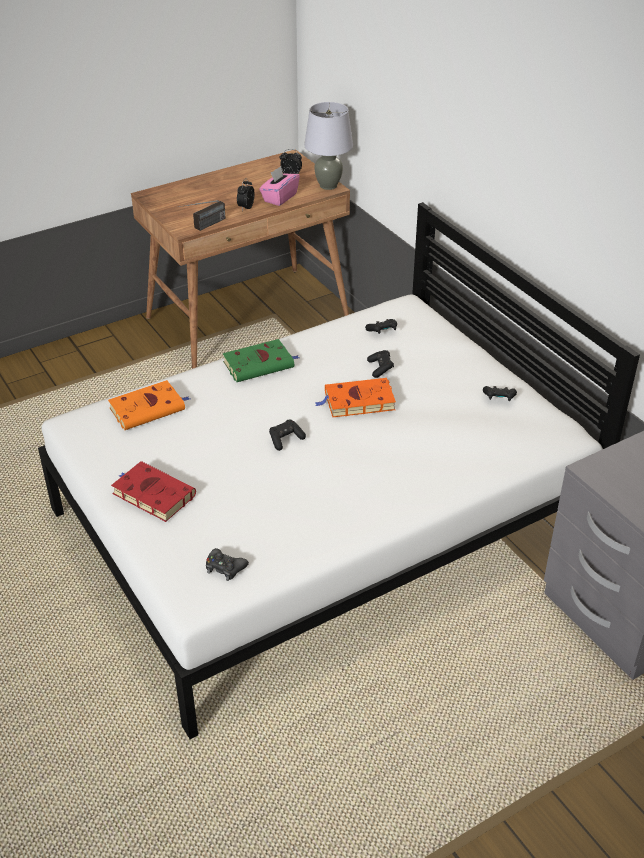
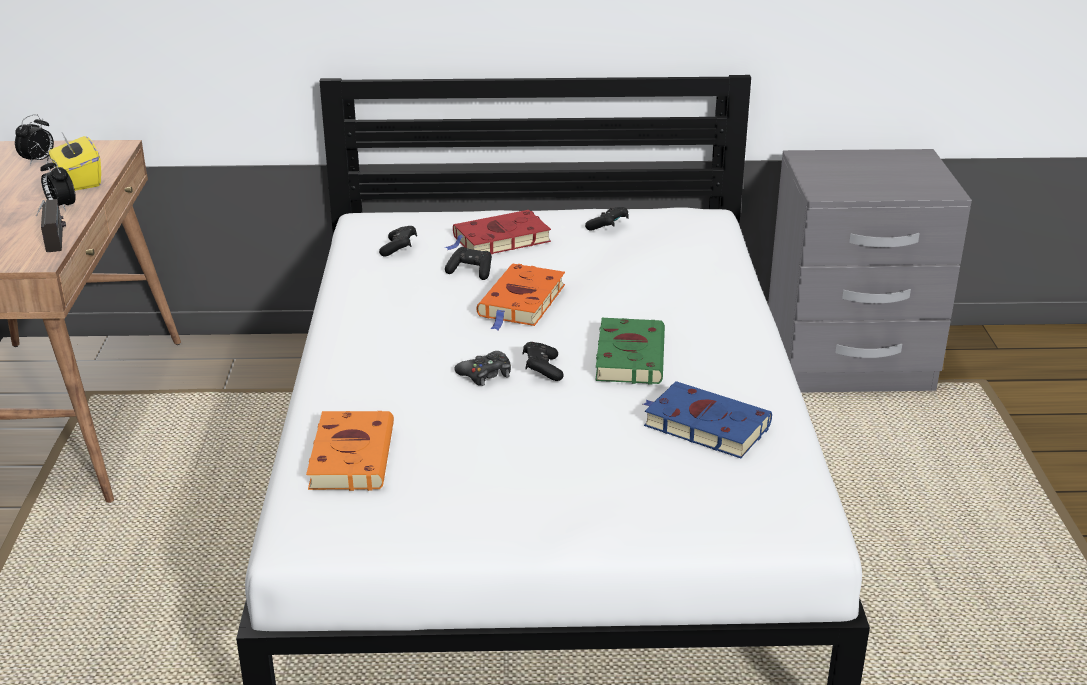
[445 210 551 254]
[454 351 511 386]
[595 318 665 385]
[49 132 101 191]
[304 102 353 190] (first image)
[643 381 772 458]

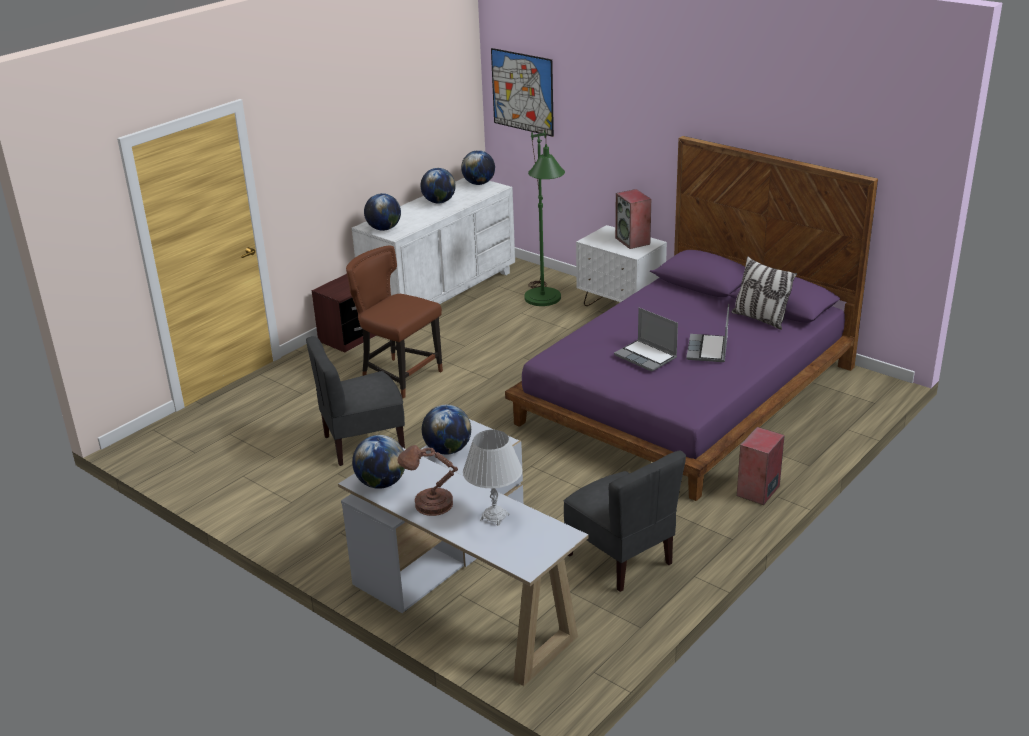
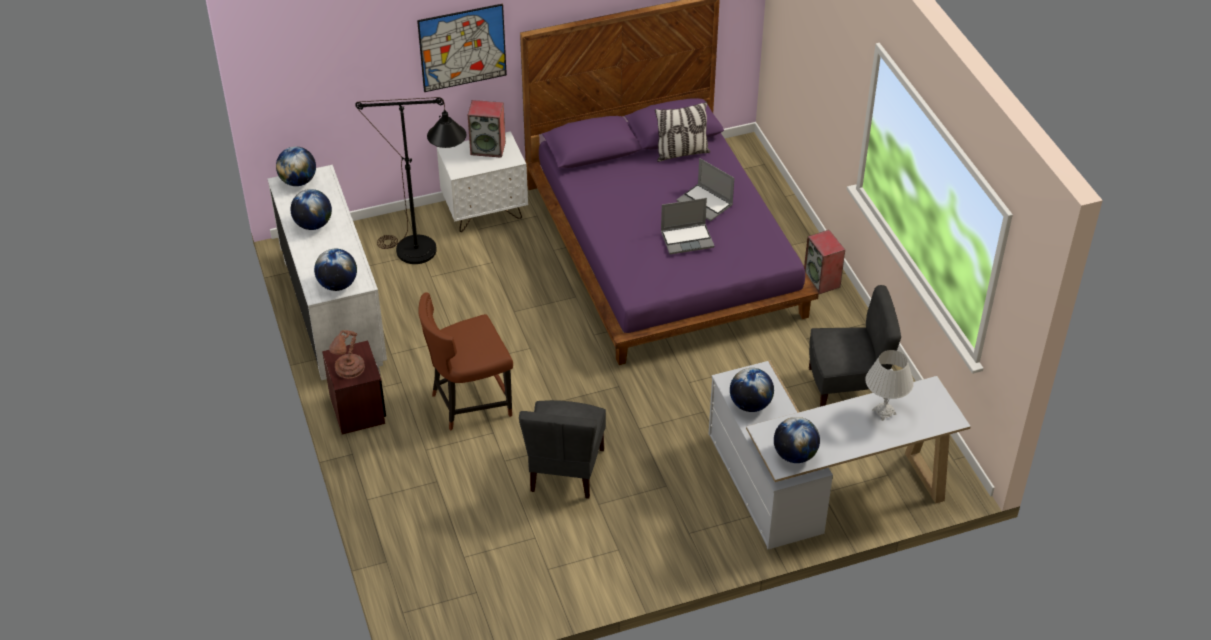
[329 330 365 379]
[417 4 507 92]
[355 97 466 264]

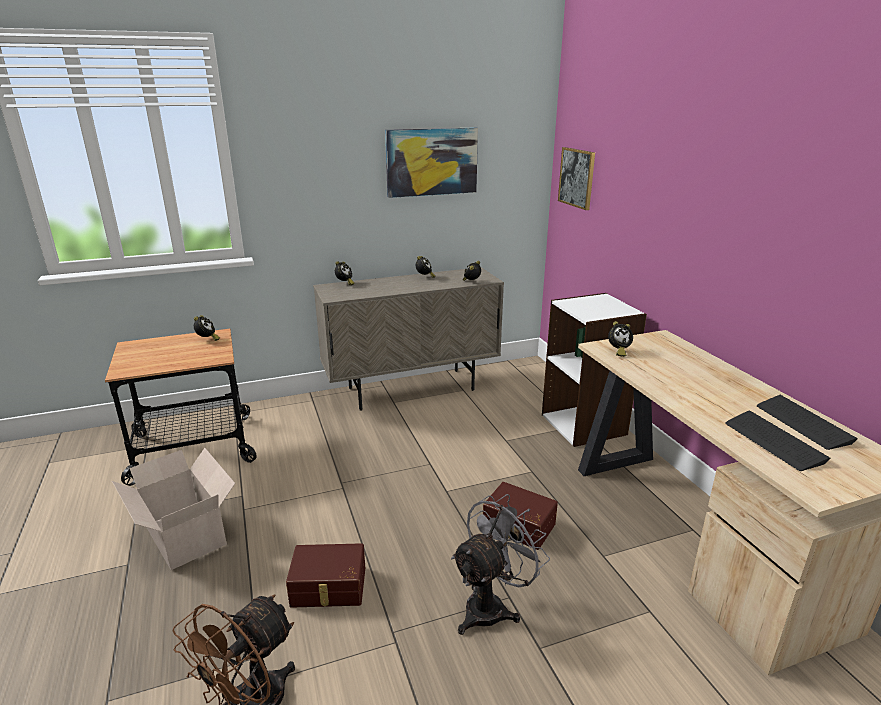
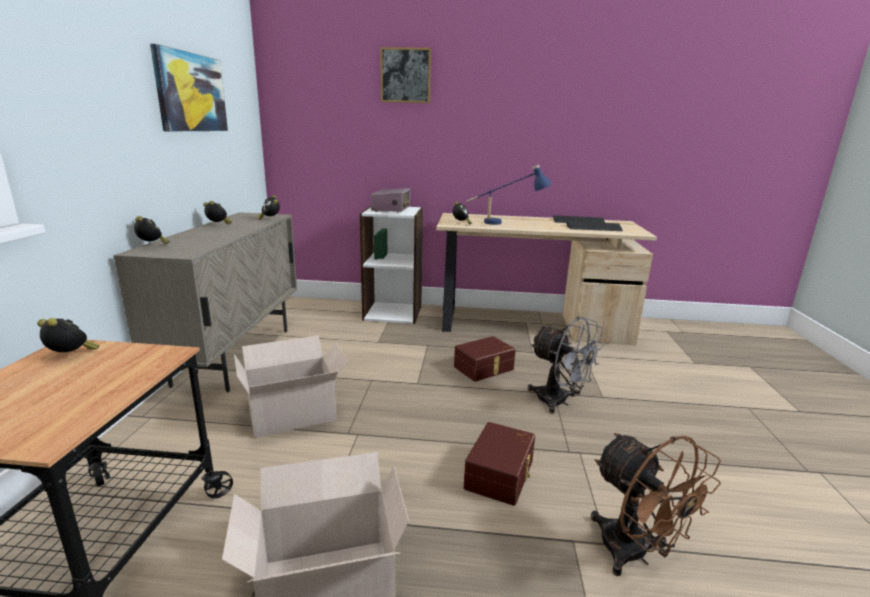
[527 317 604 414]
[380 47 431 103]
[234 335 348 438]
[371 188 411 212]
[467 165 552 225]

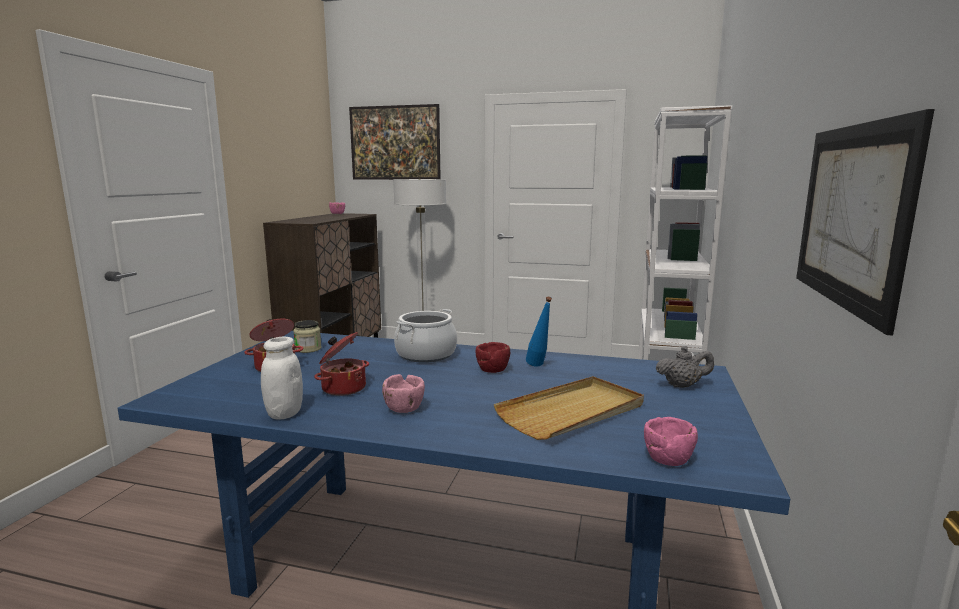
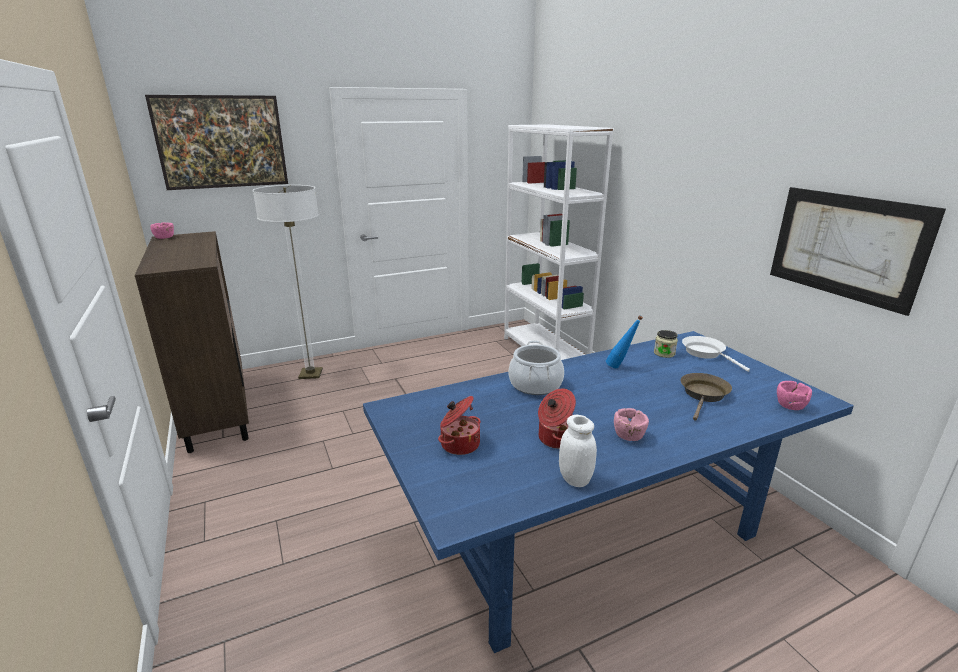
[654 330 678 358]
[476 342 510 373] (first image)
[681 373 732 421]
[682 336 750 372]

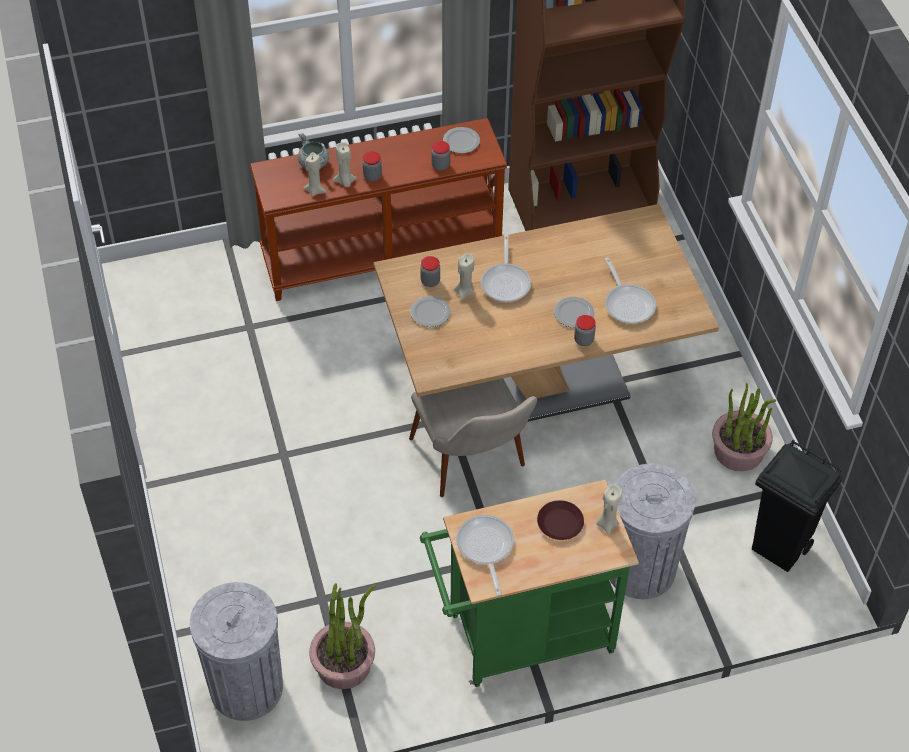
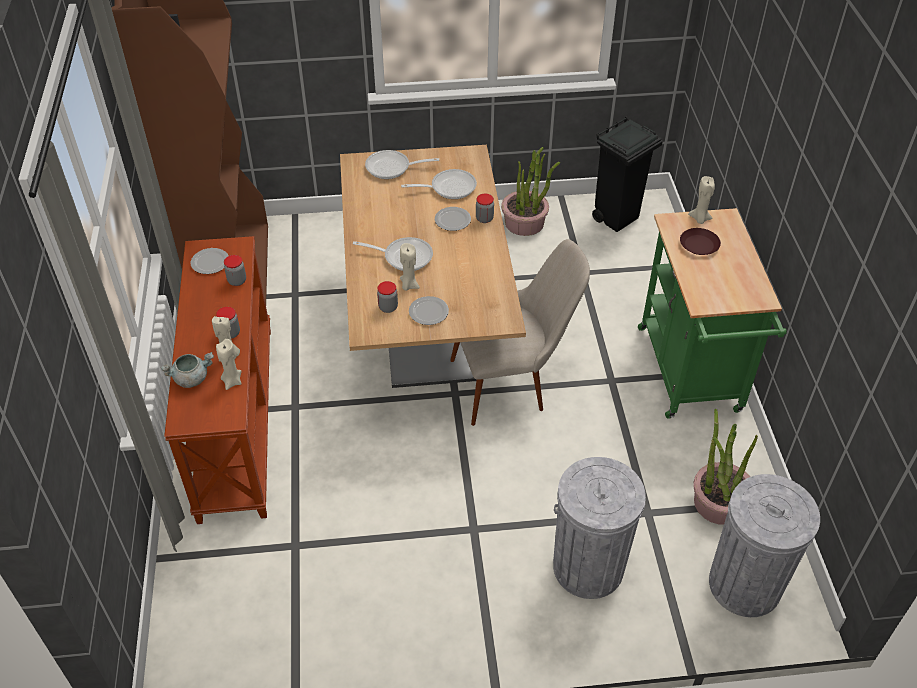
[365 150 439 179]
[553 457 646 599]

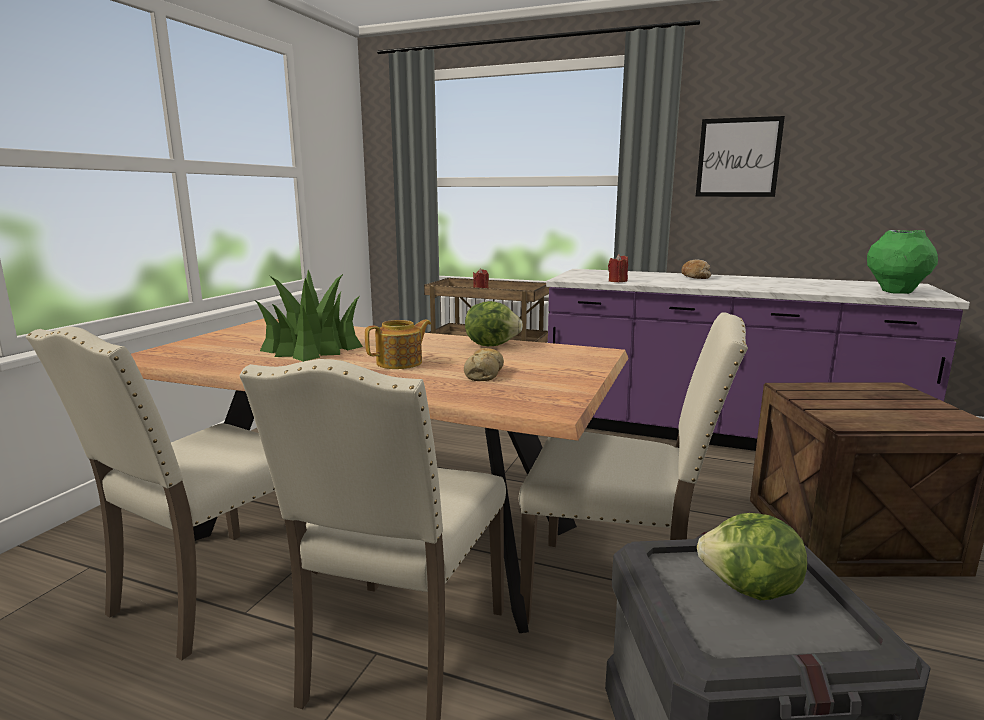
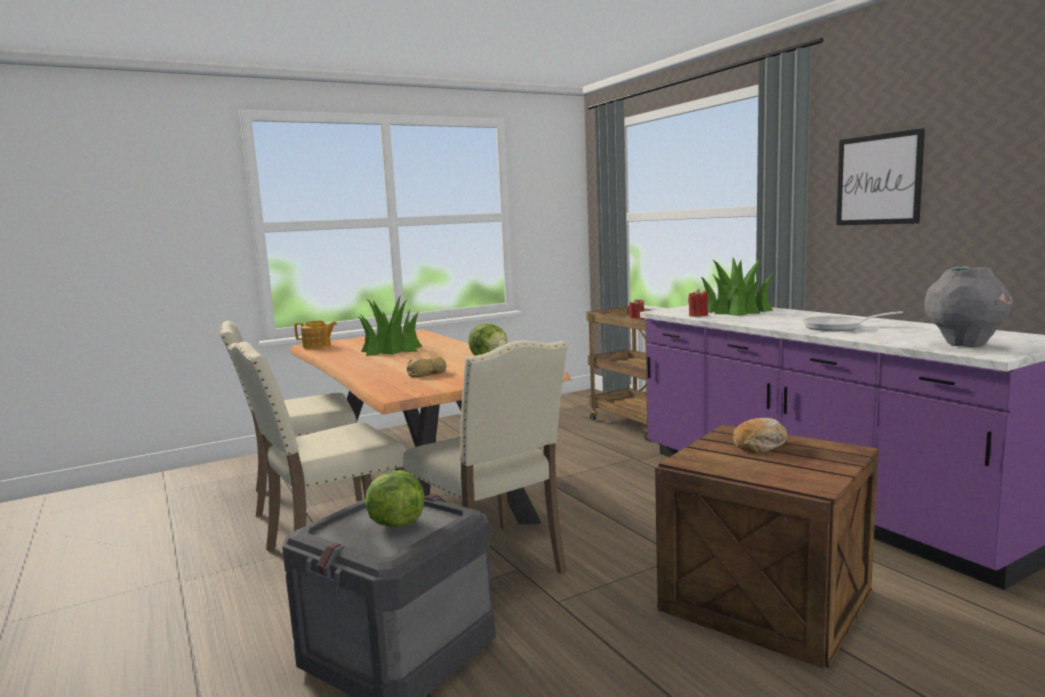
[294 321 337 349]
[733 418 787 453]
[924 267 1013 347]
[700 258 773 316]
[802 311 903 331]

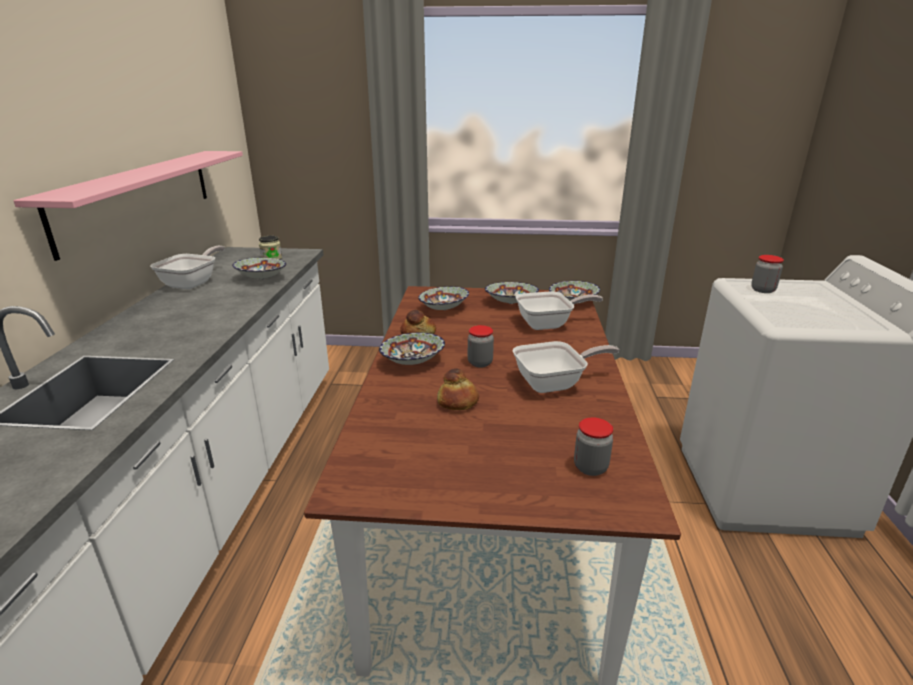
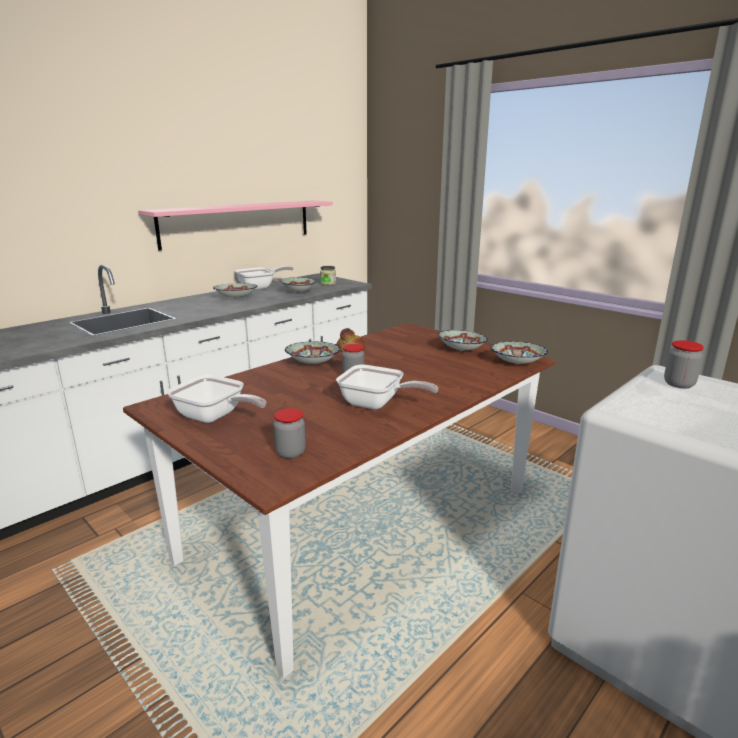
[213 283 257 299]
[437 368 479 410] (first image)
[167 375 266 423]

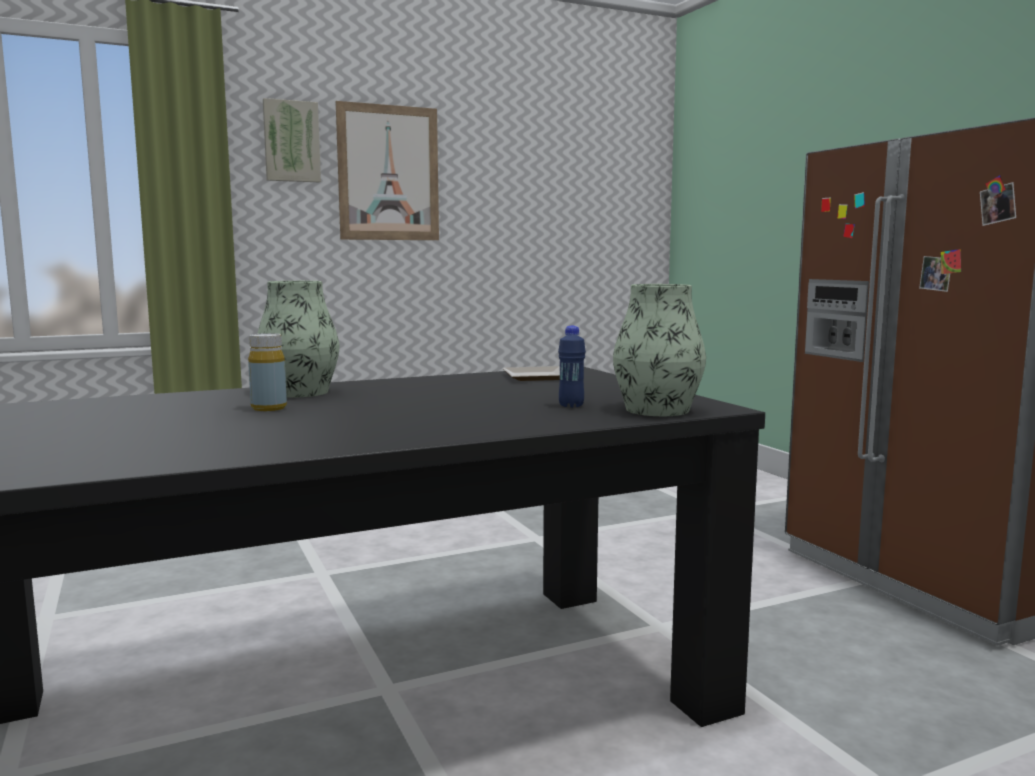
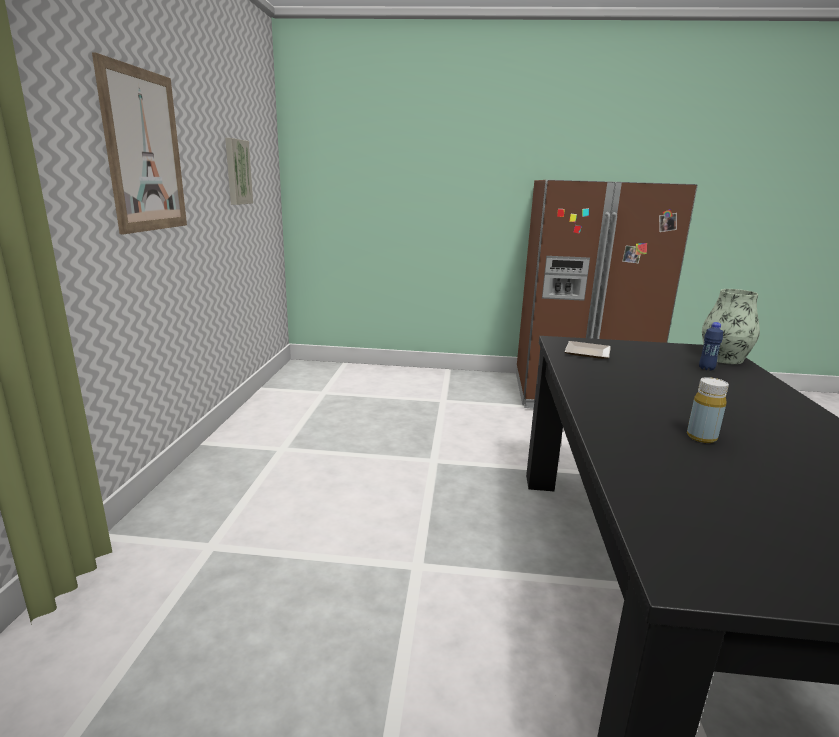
[257 281 339 397] (first image)
[225 138 253 205]

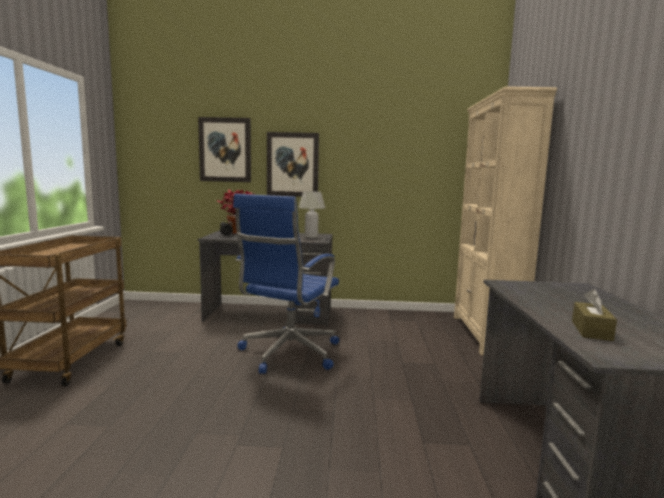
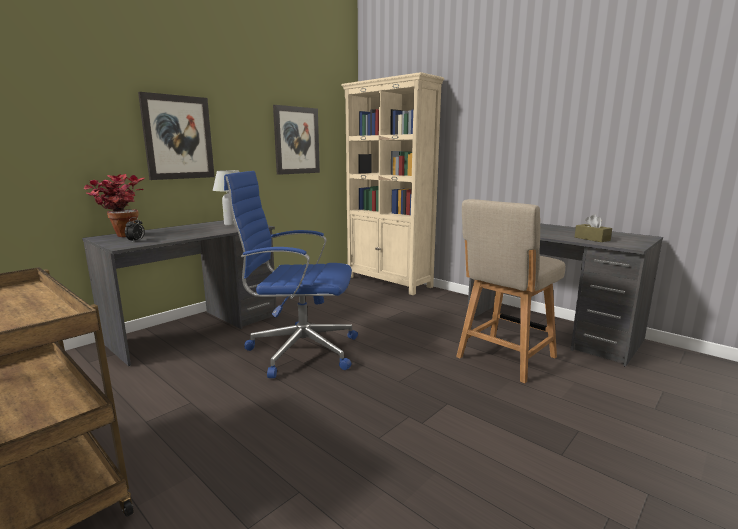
[273 105 320 175]
[224 171 358 378]
[456 199 565 383]

